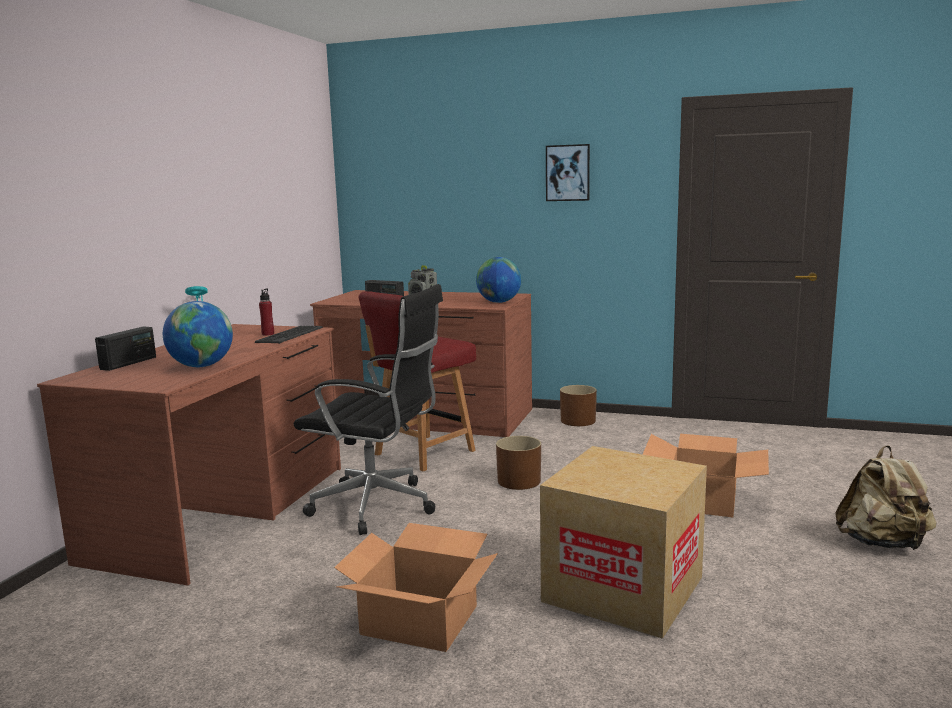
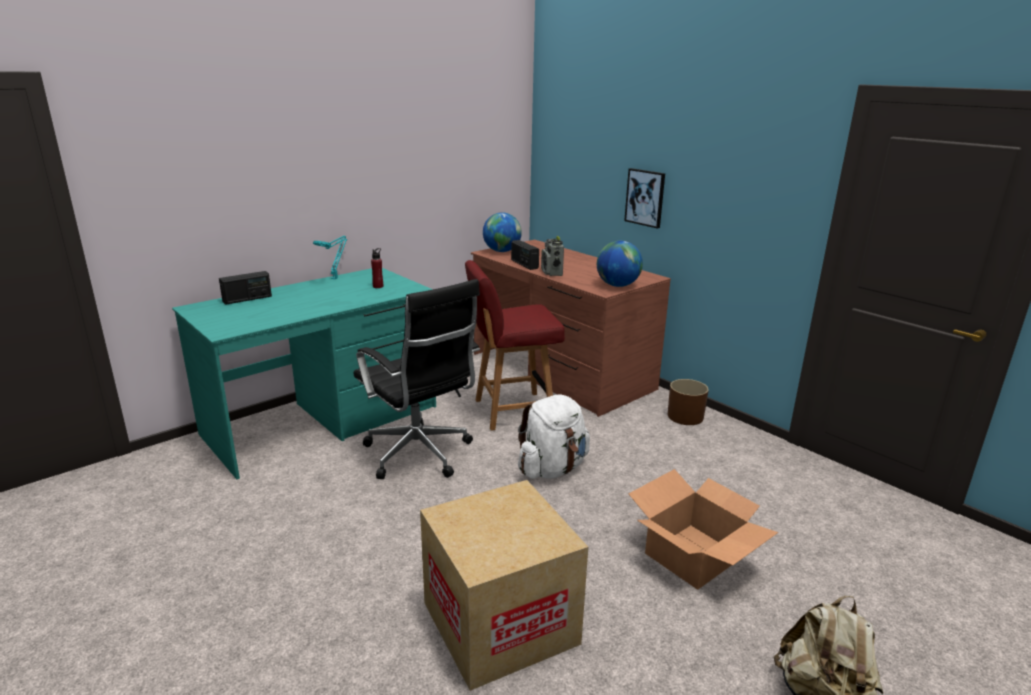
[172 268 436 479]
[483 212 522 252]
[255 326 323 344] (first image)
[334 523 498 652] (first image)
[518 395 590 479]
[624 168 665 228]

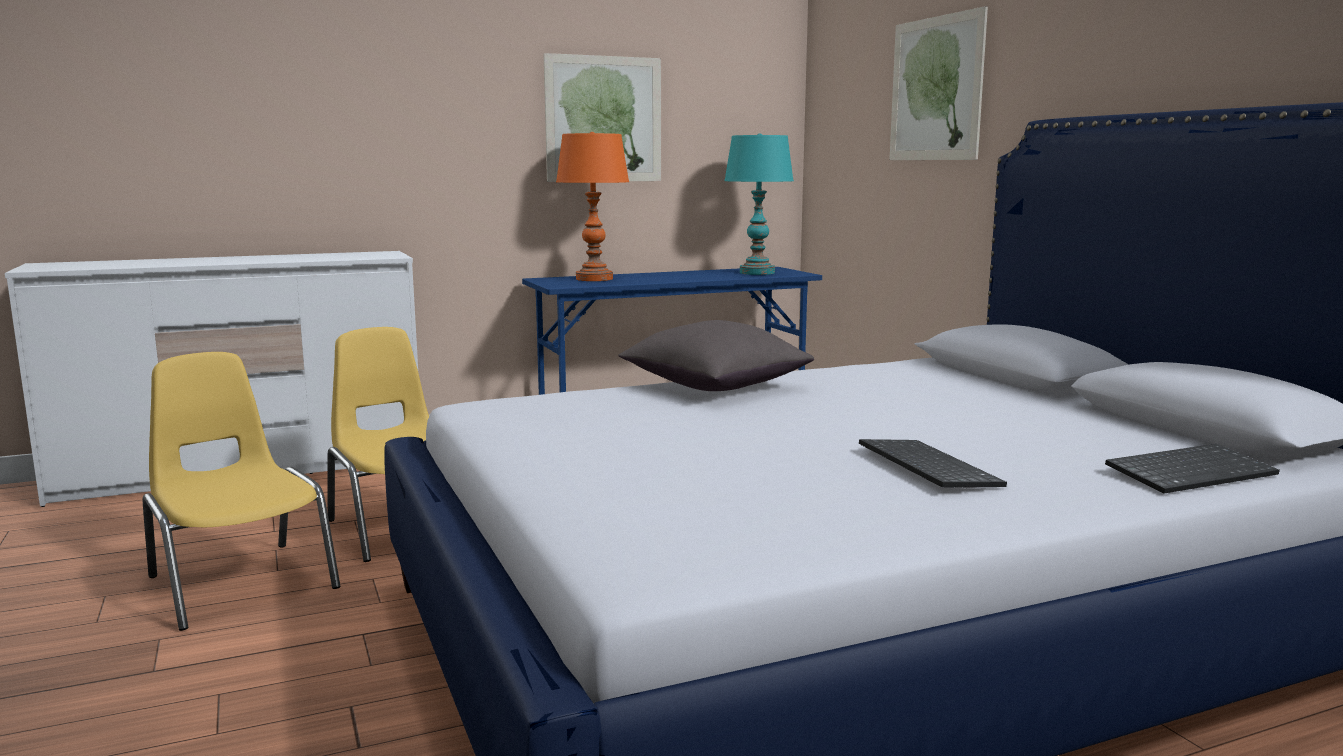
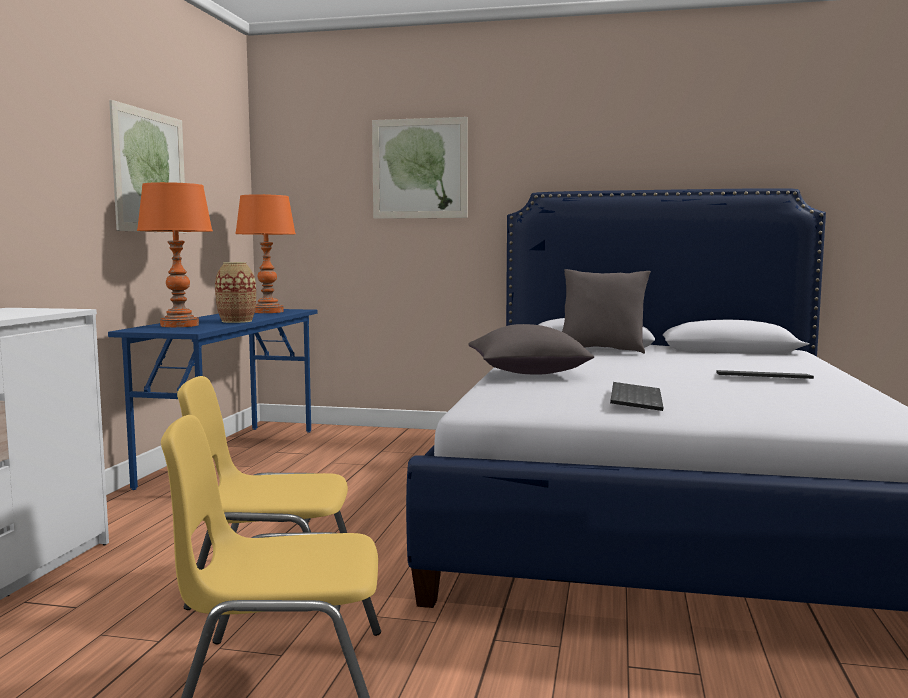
[235 194 296 313]
[610 382 663 411]
[215 262 256 323]
[562 269 651 354]

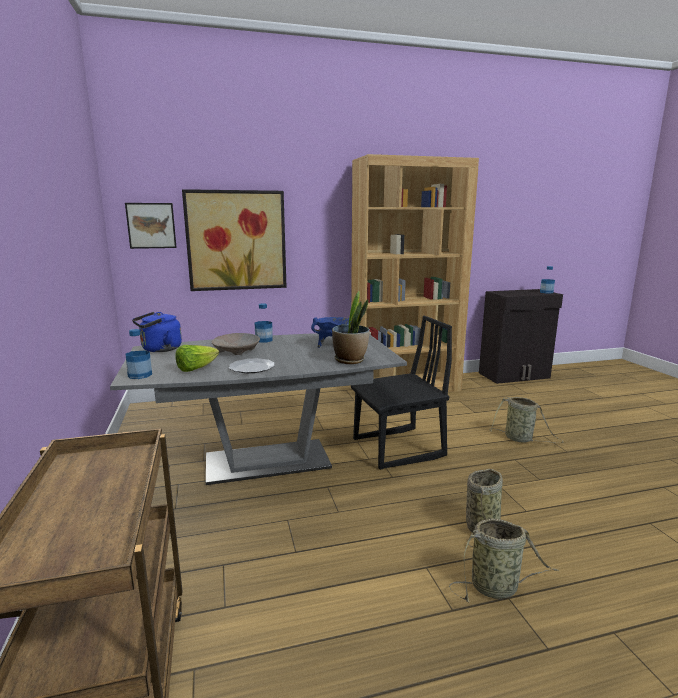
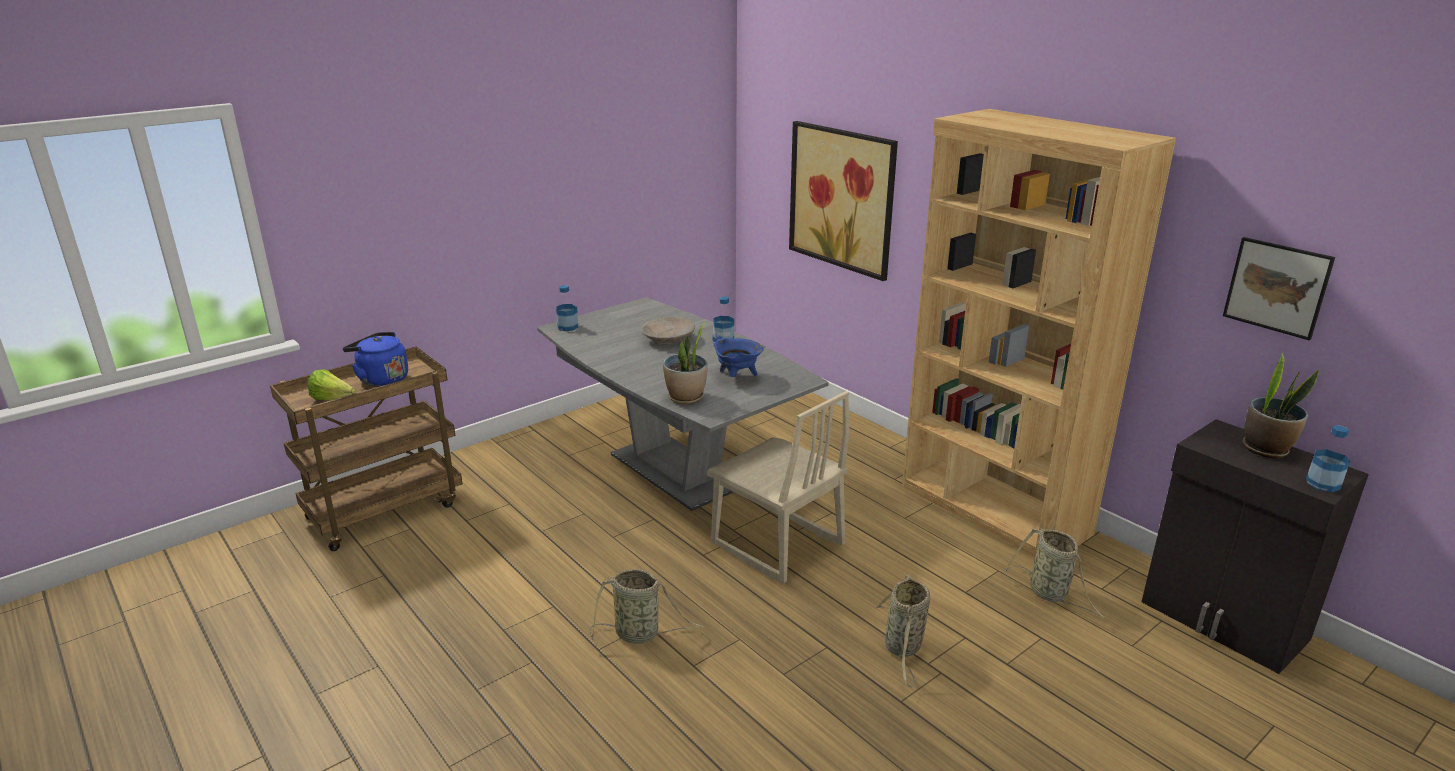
[1223 237 1335 340]
[343 332 408 387]
[308 369 356 401]
[229 358 275 373] (first image)
[707 391 850 584]
[1004 528 1105 618]
[1243 353 1319 458]

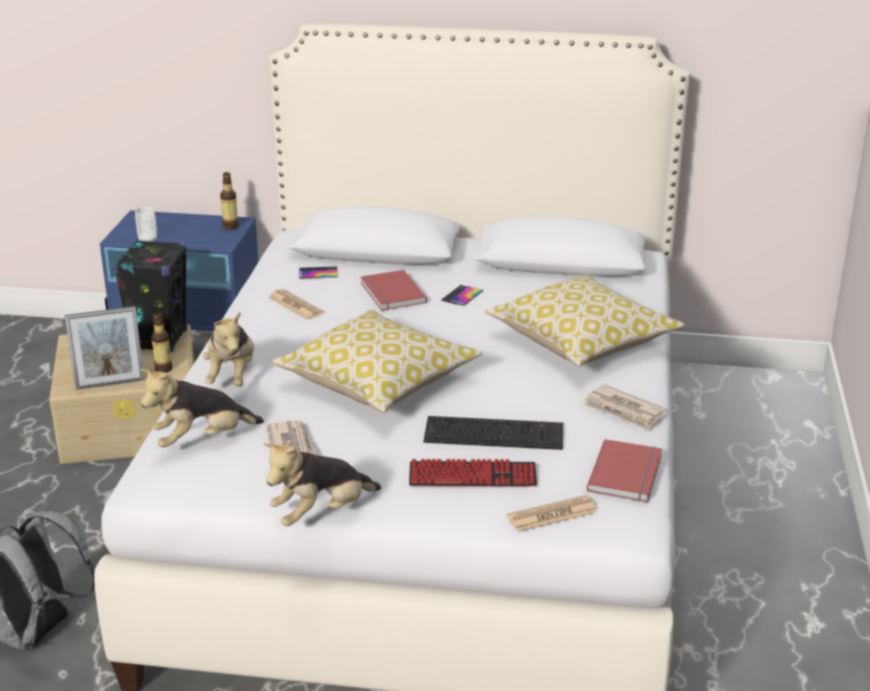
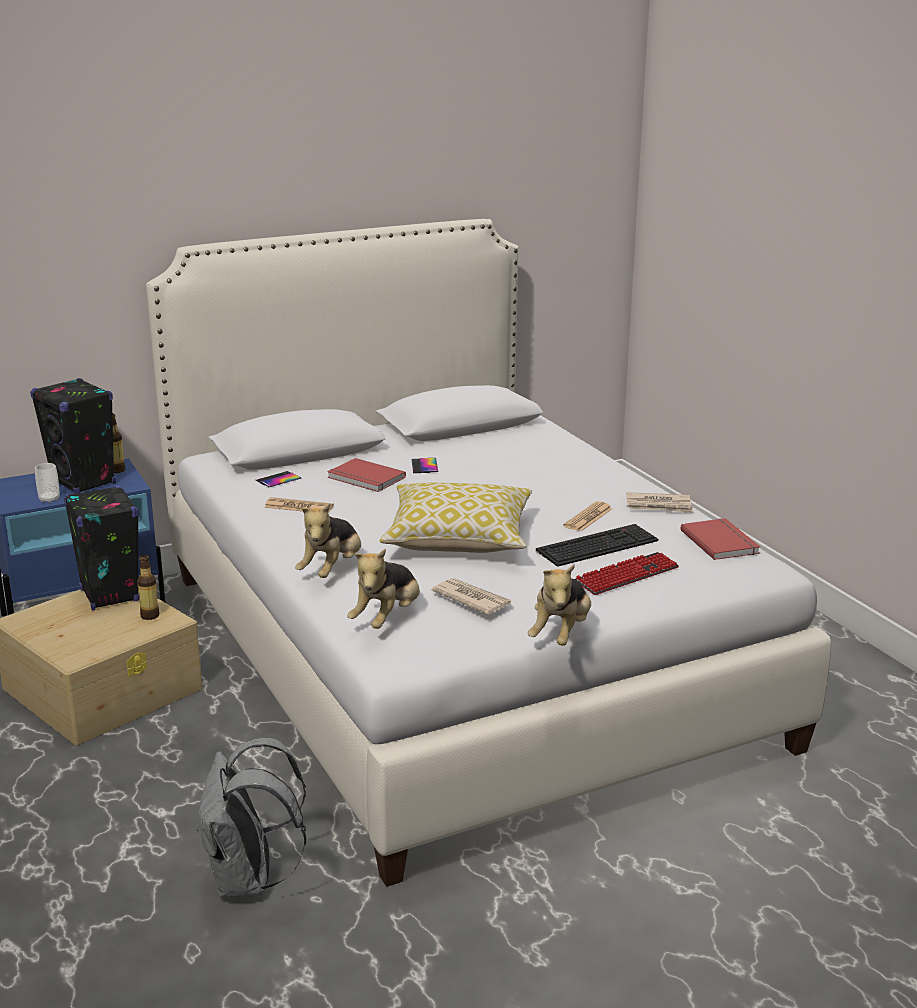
[65 306 144 390] (first image)
[295 503 361 578]
[485 275 685 367] (first image)
[563 501 613 531]
[30 378 116 494]

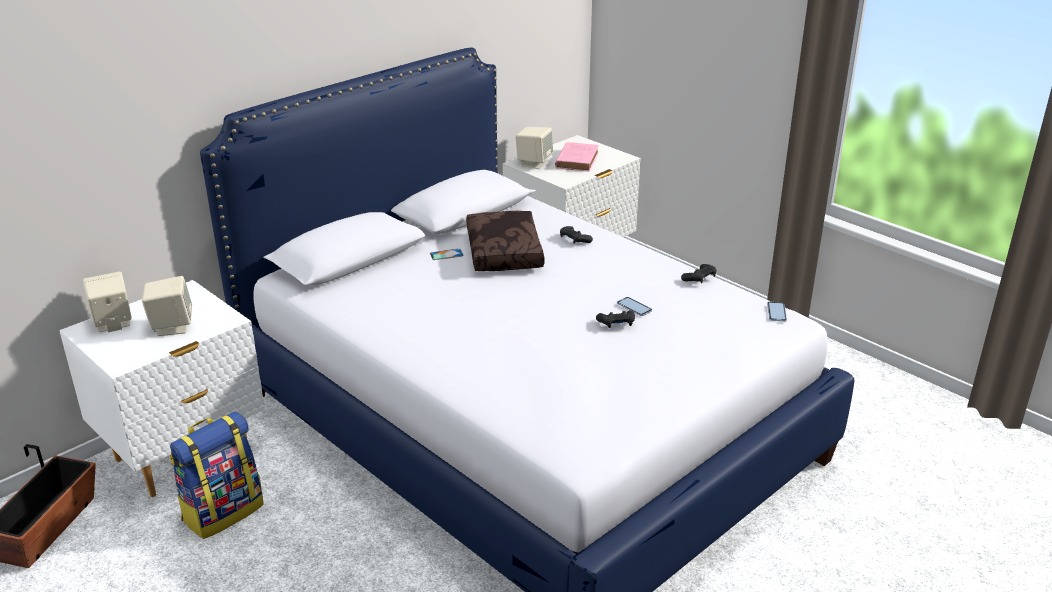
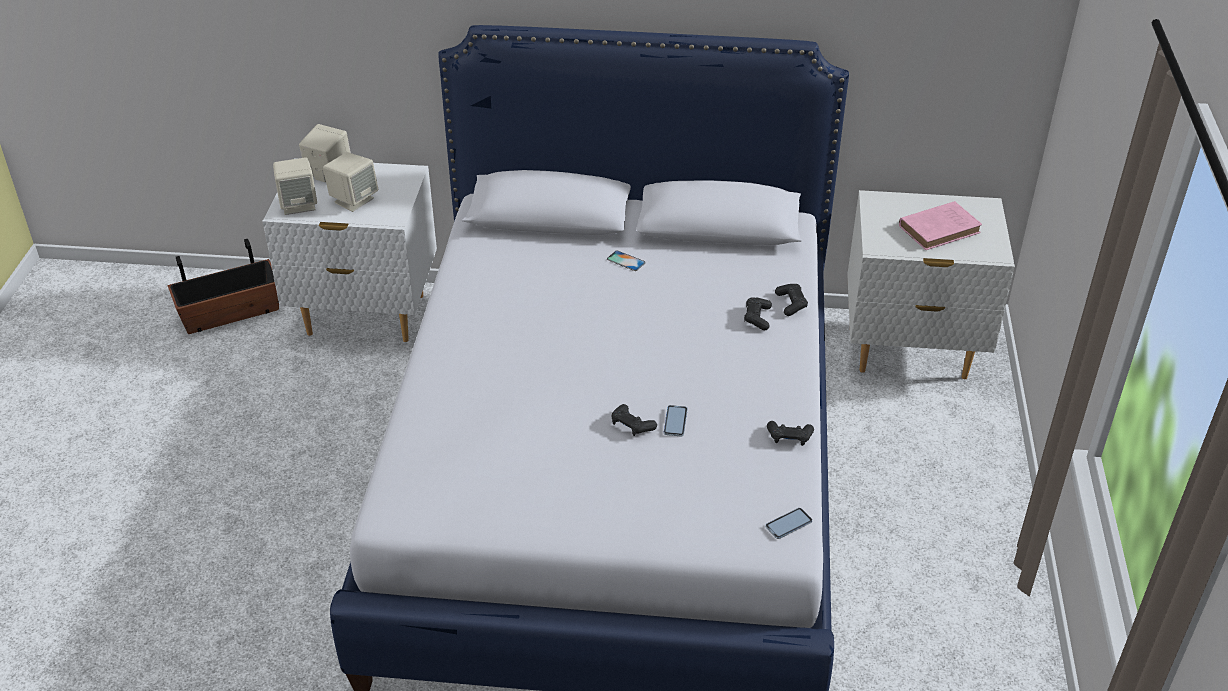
[170 411 264 539] (first image)
[466 211 545 271] (first image)
[273 157 317 215]
[775 284 808 316]

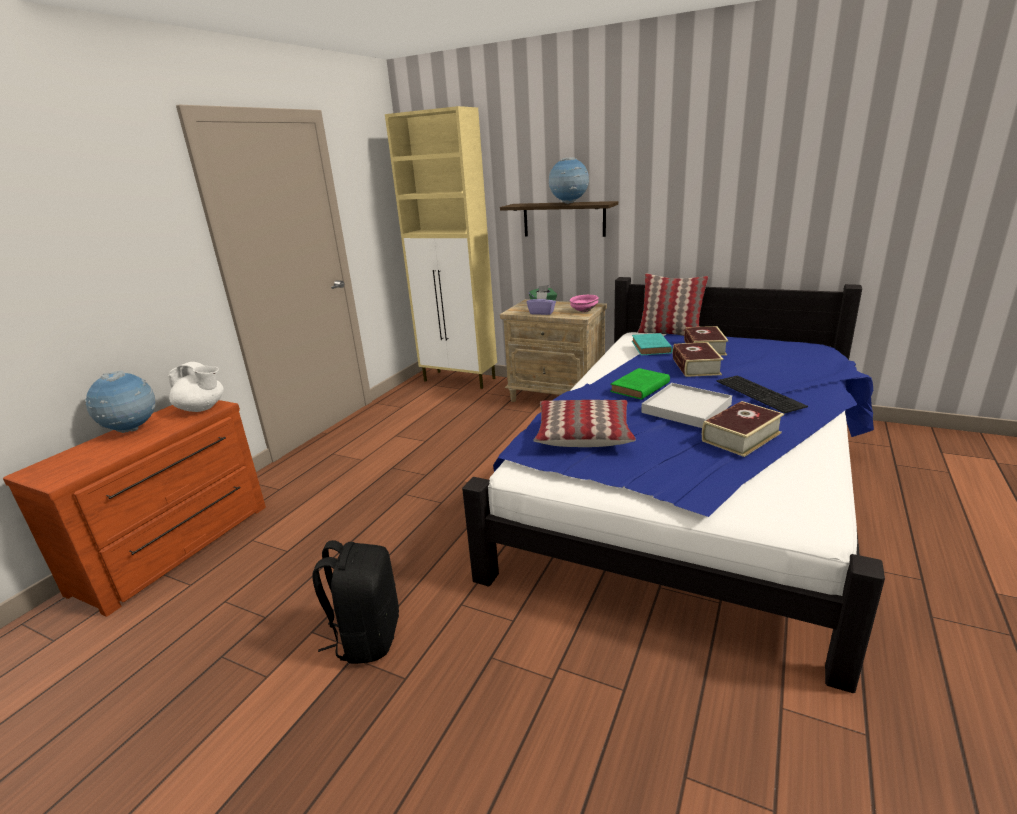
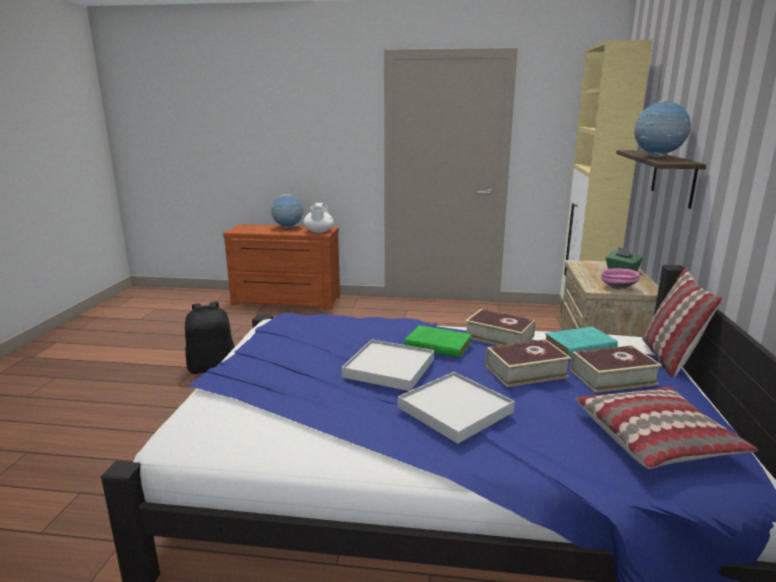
[527 292 556 315] (first image)
[576 387 758 469]
[465 309 536 346]
[398 372 515 444]

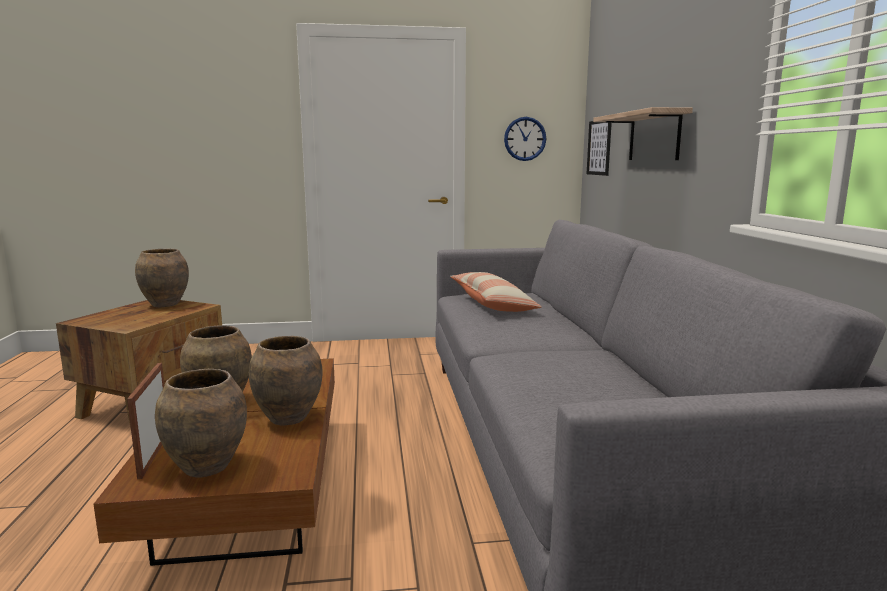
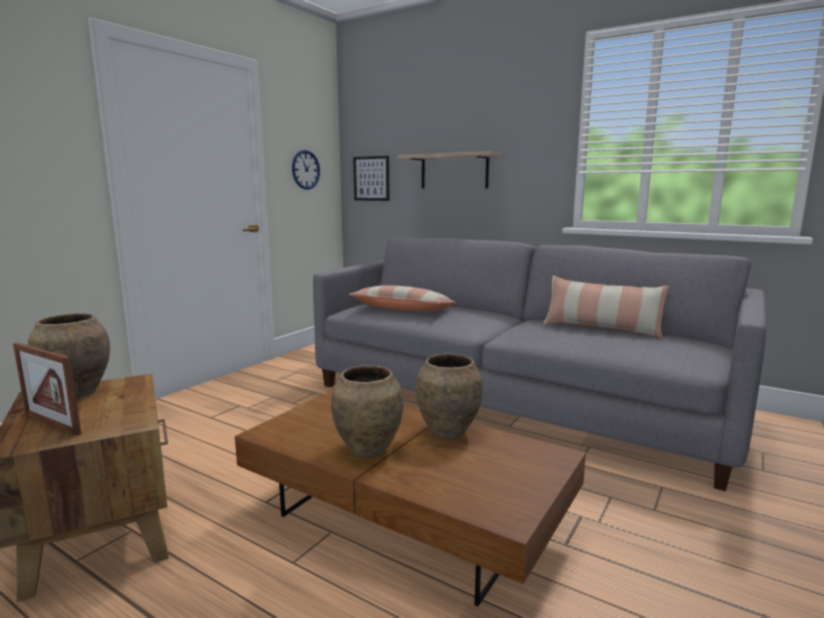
[13 342 81 436]
[155 369 247 478] (first image)
[543 276 669 339]

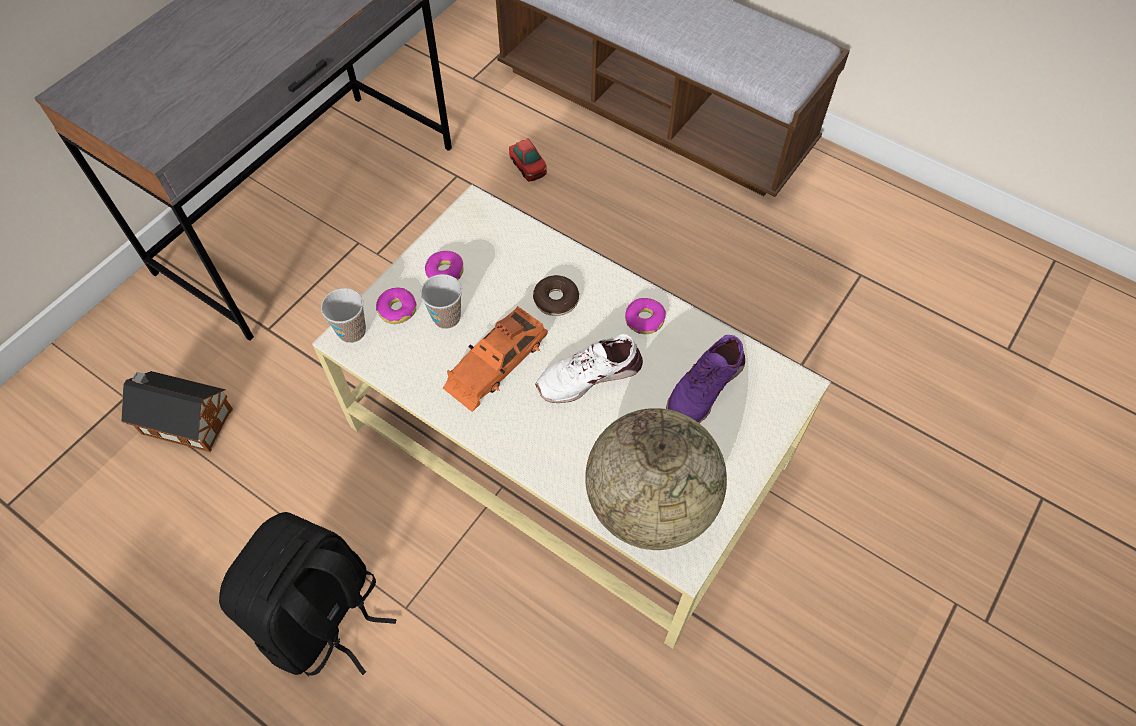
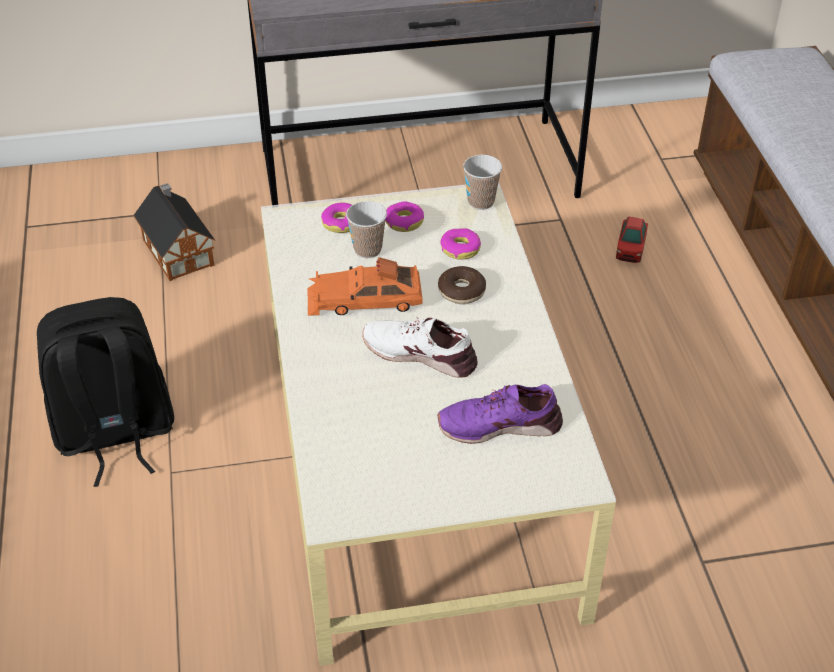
[463 155 502 210]
[585 408 727 550] (first image)
[440 228 481 259]

